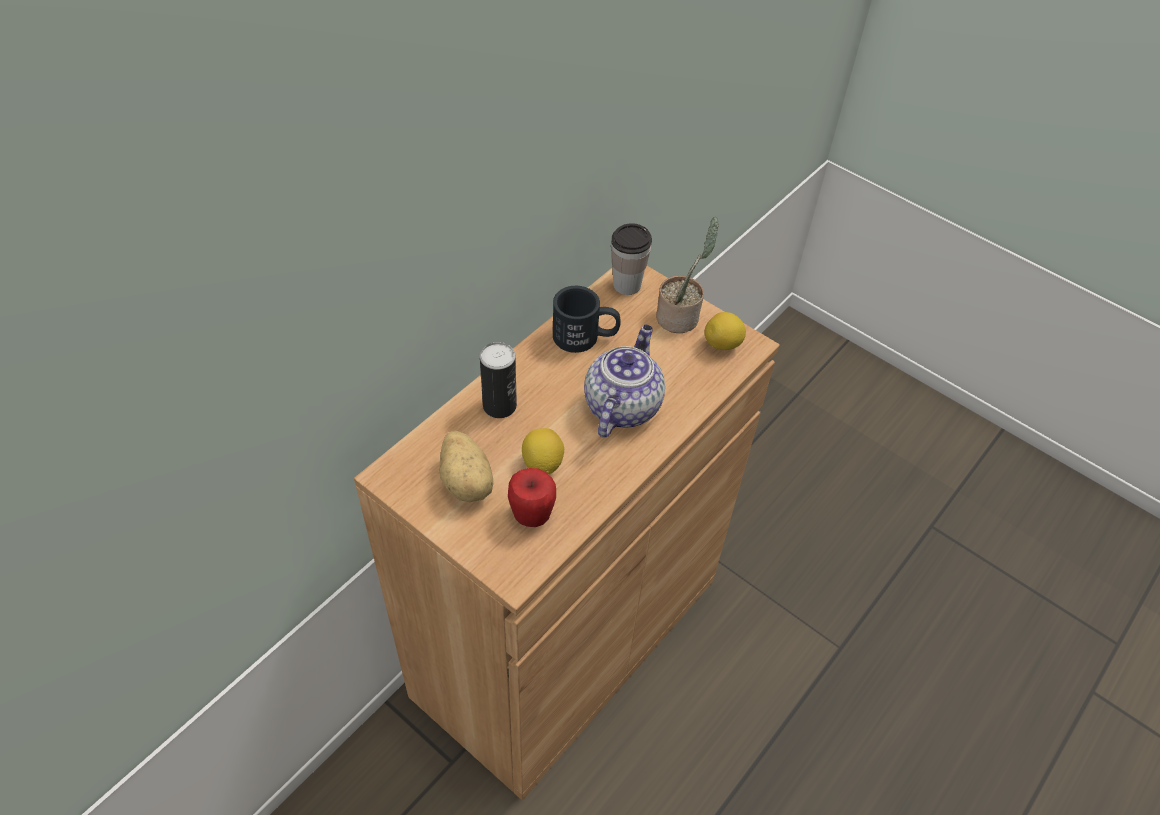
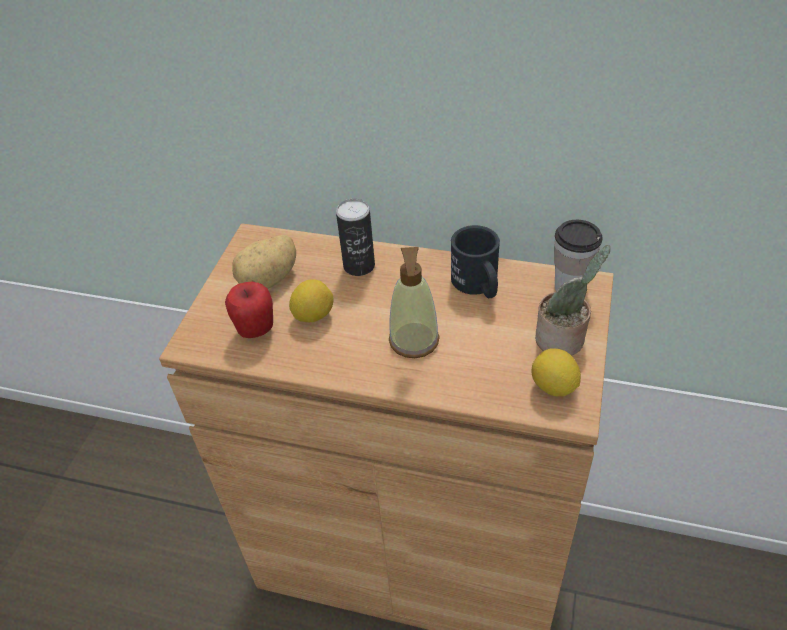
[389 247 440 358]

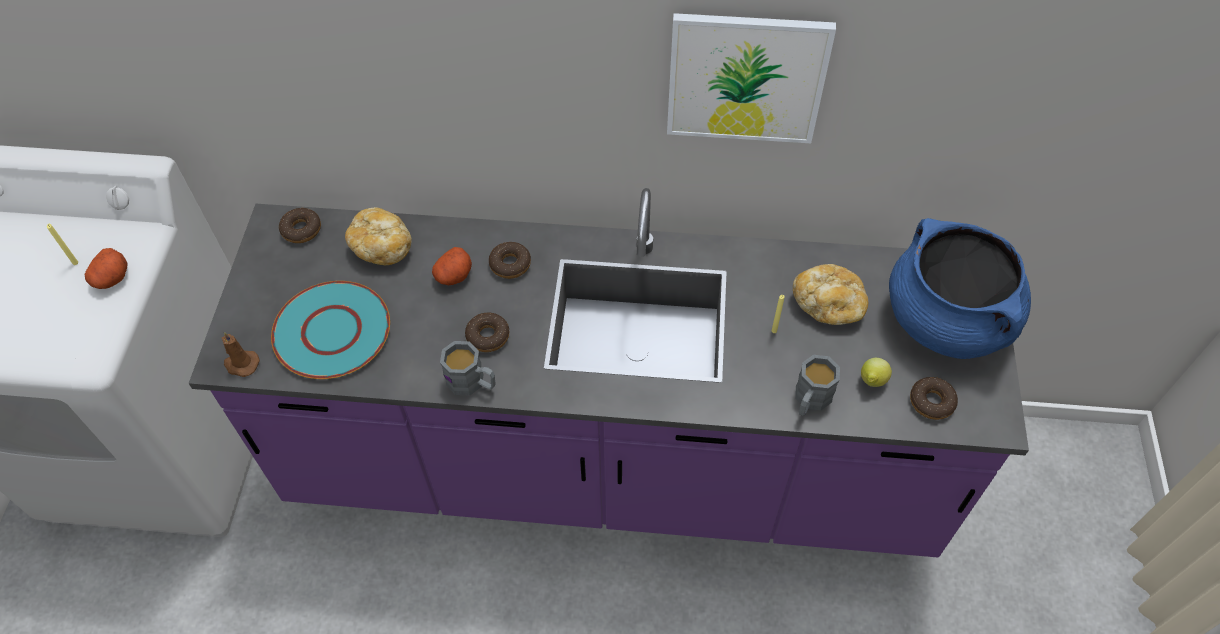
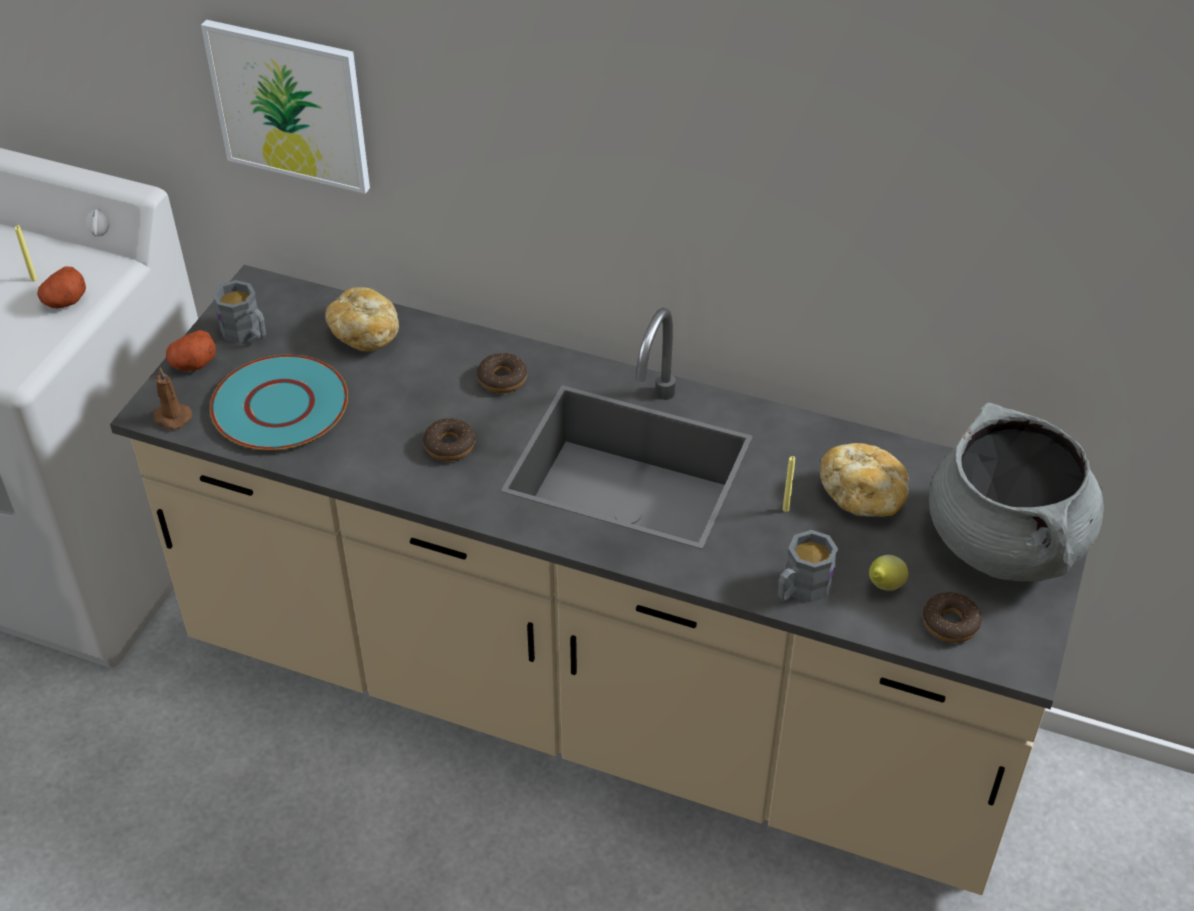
[110 265 1102 895]
[166 330 216 371]
[201 20 370 194]
[213 280 266 343]
[929 403 1104 581]
[279 208 321 243] (first image)

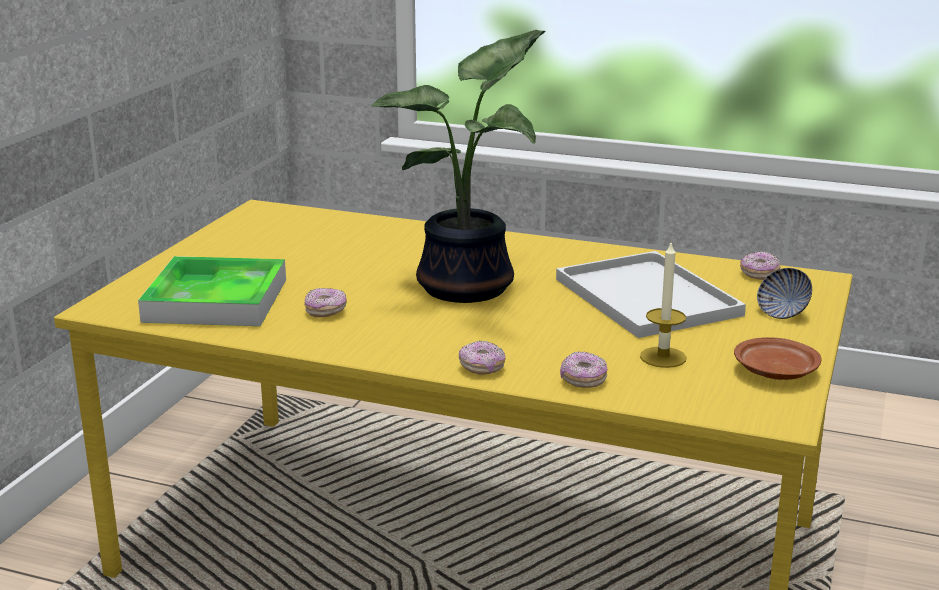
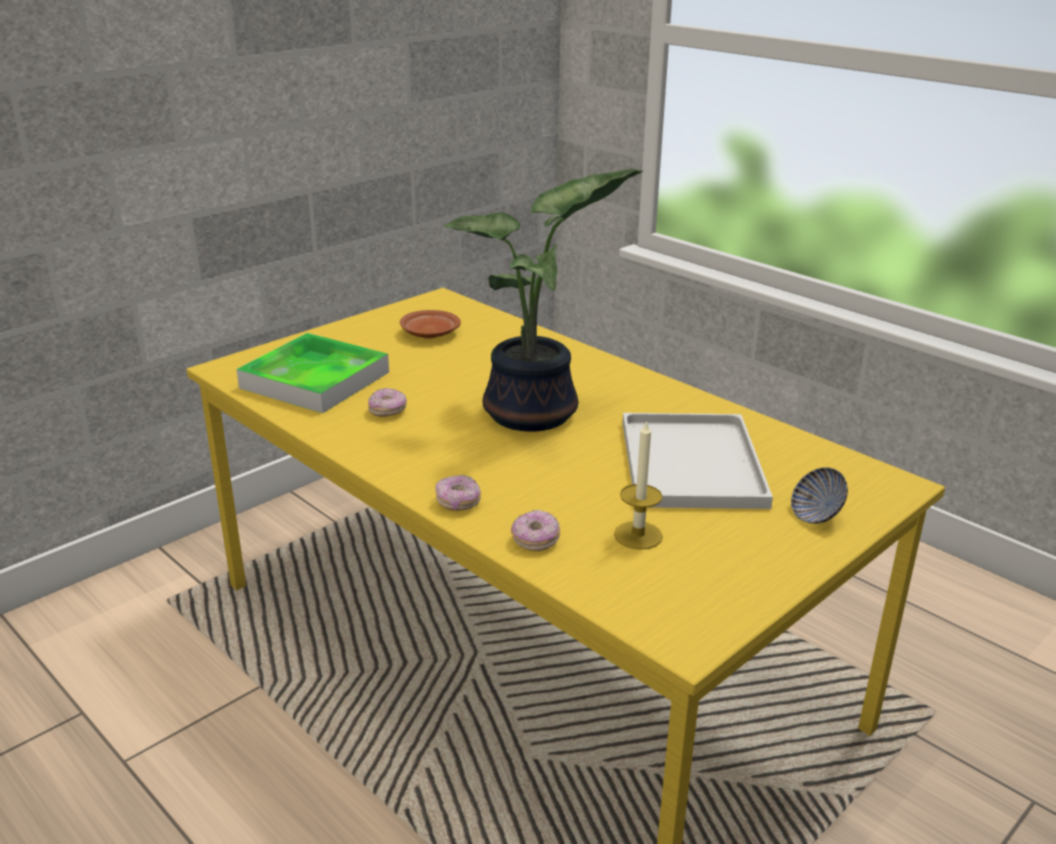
[400 310 461 339]
[740 252 781 280] (first image)

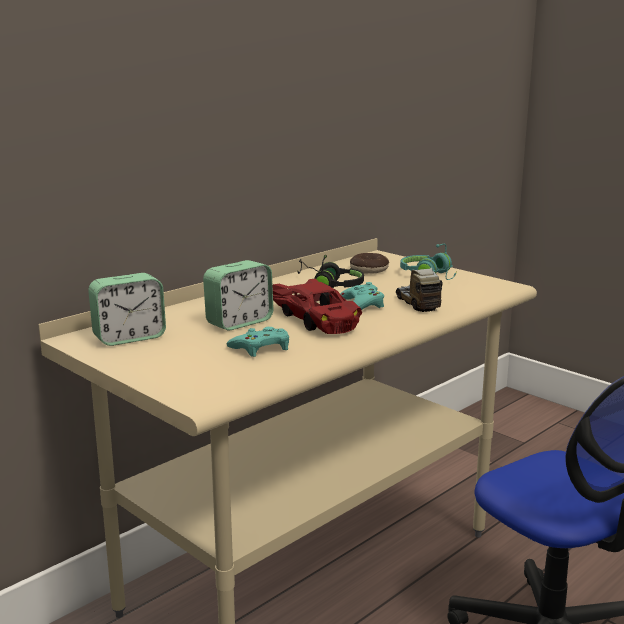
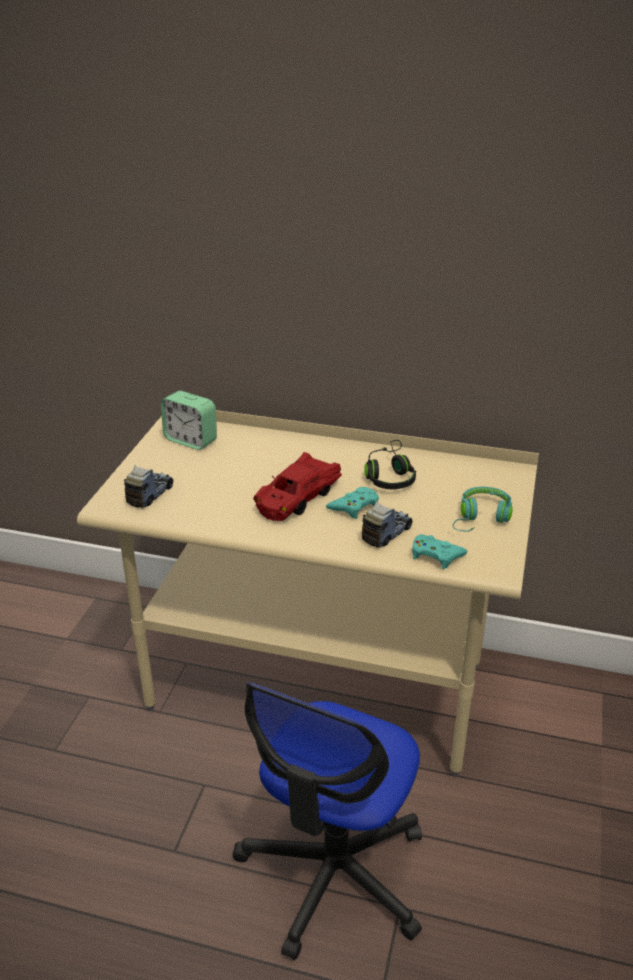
[124 465 173 508]
[412 534 467 569]
[203 260 273 330] (first image)
[350 253 389 274] (first image)

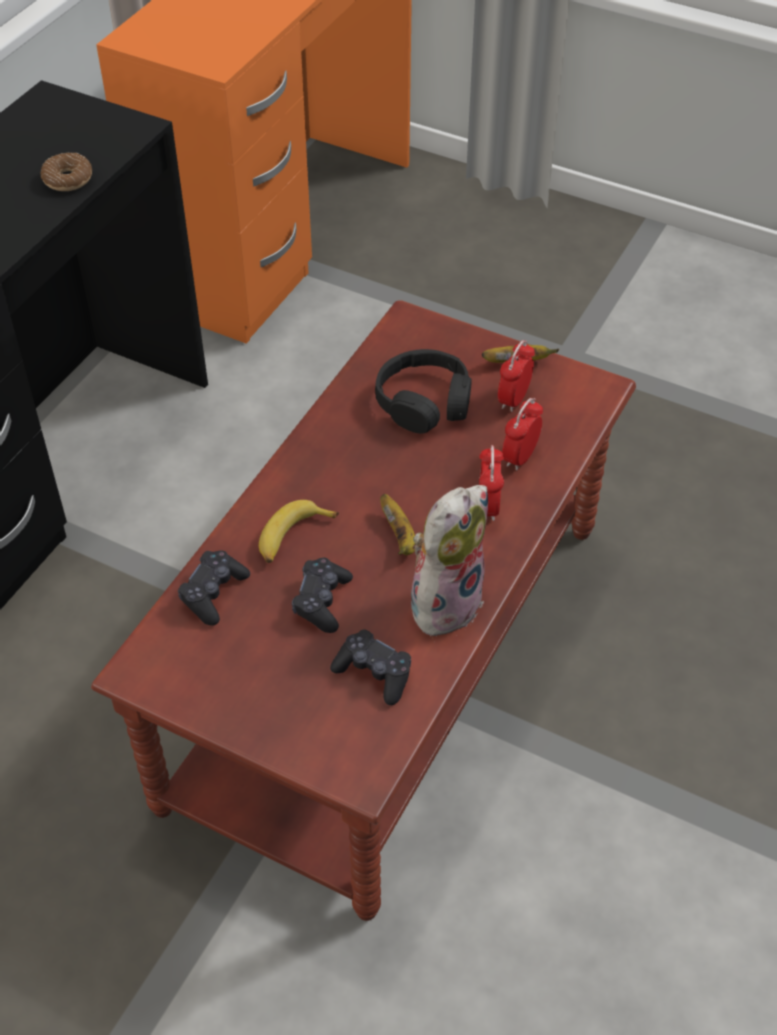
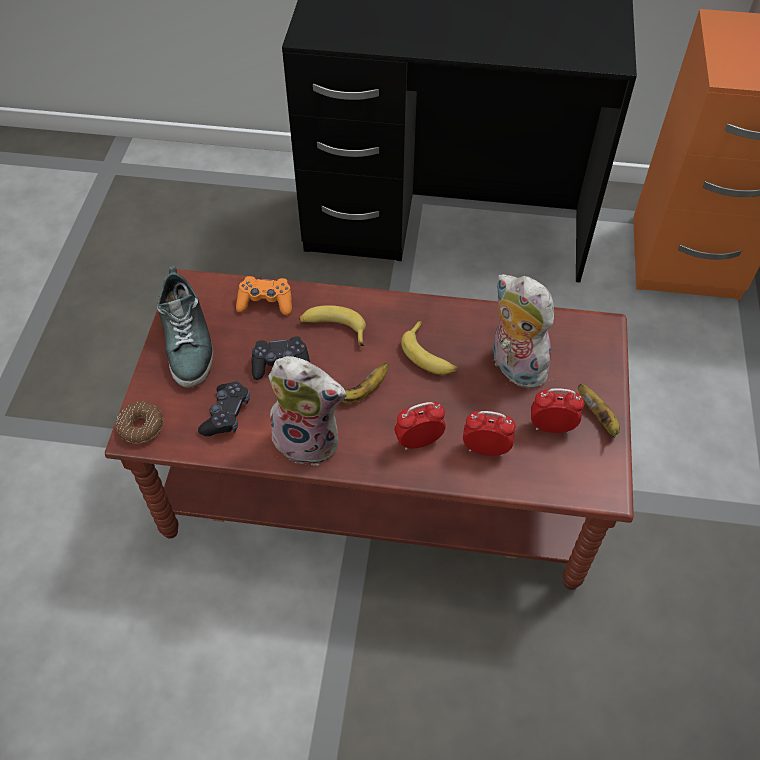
[116 402 163 444]
[157 266 213 388]
[236 276 292 315]
[401 320 457 375]
[492 274 555 389]

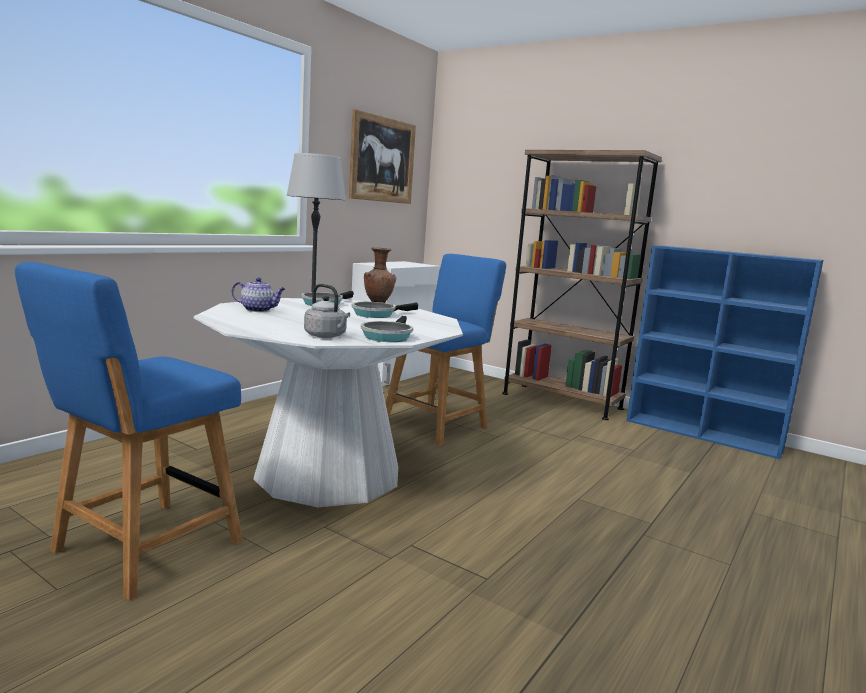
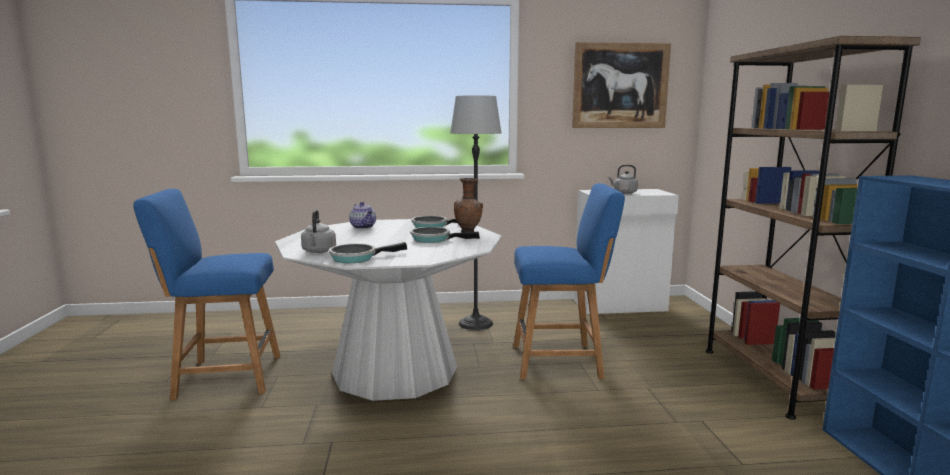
[608 165 638 194]

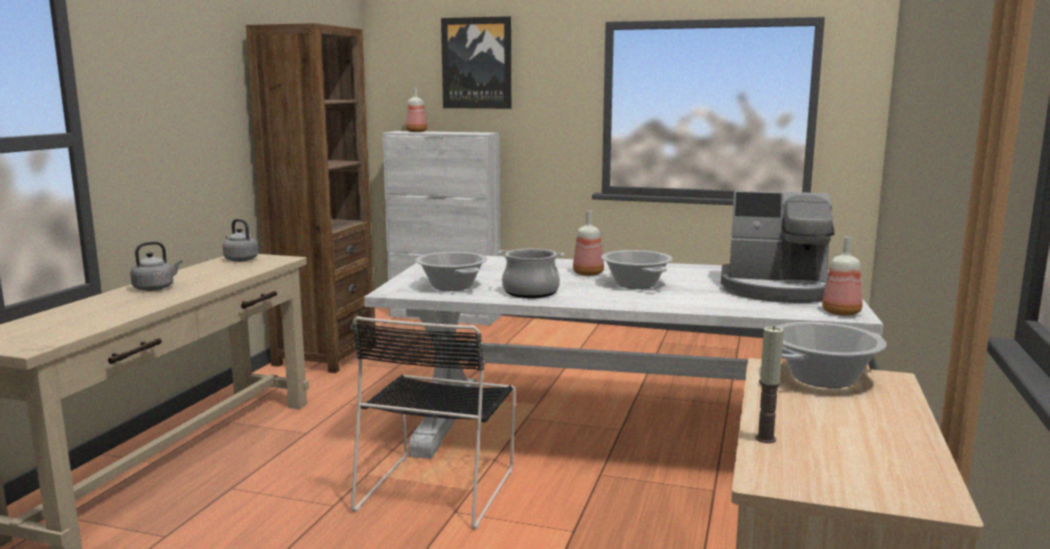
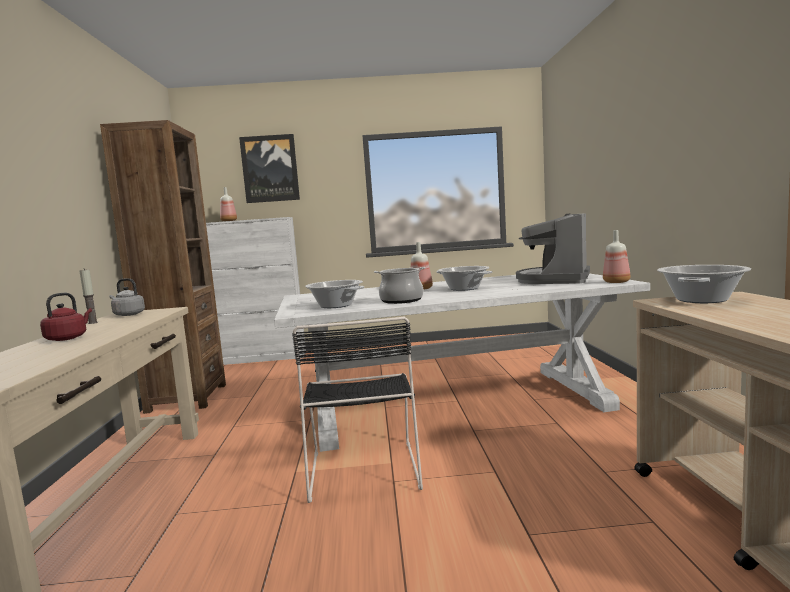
[40 293 92 341]
[79 269 98 324]
[516 213 590 284]

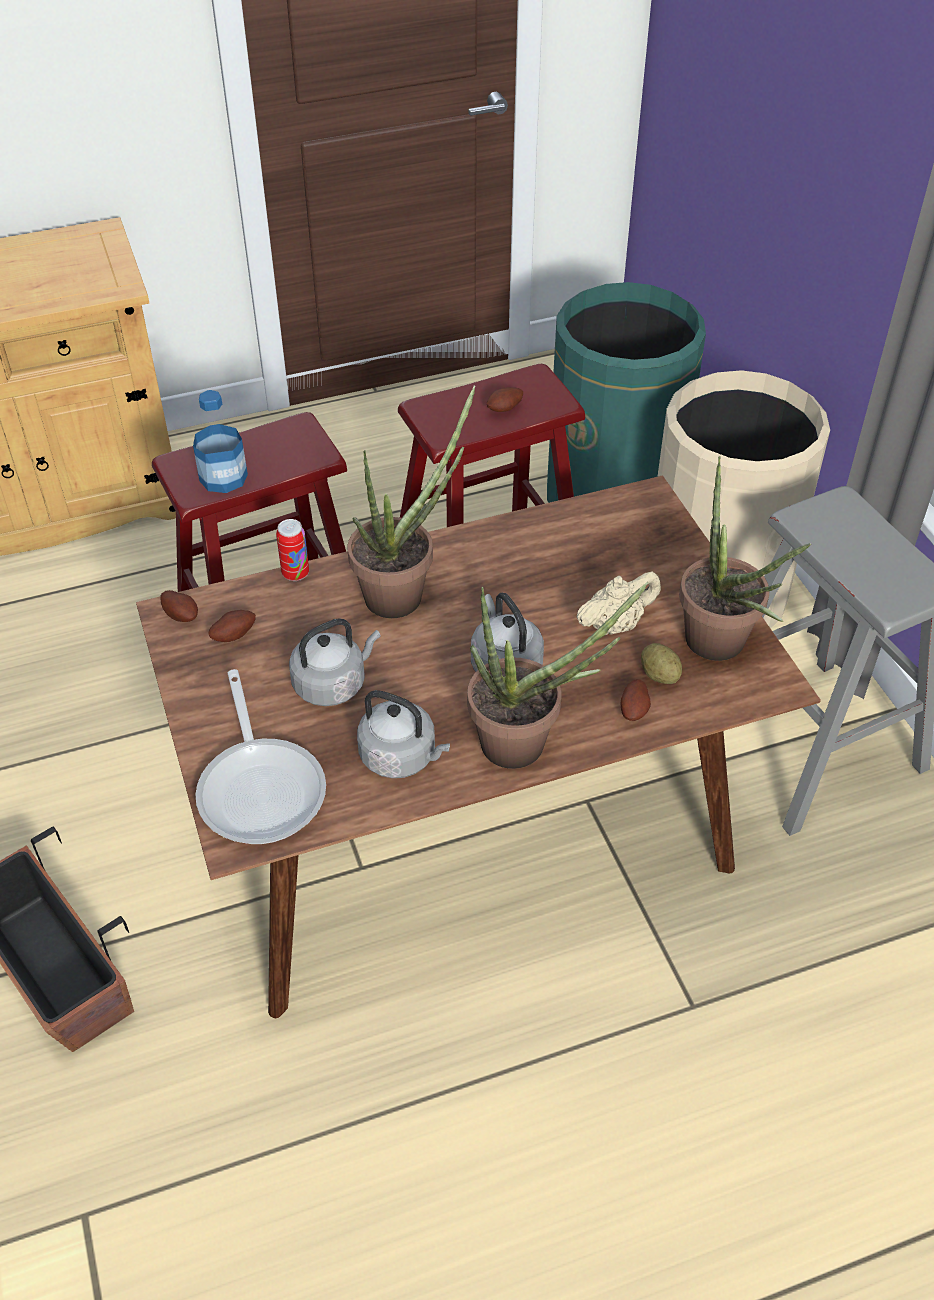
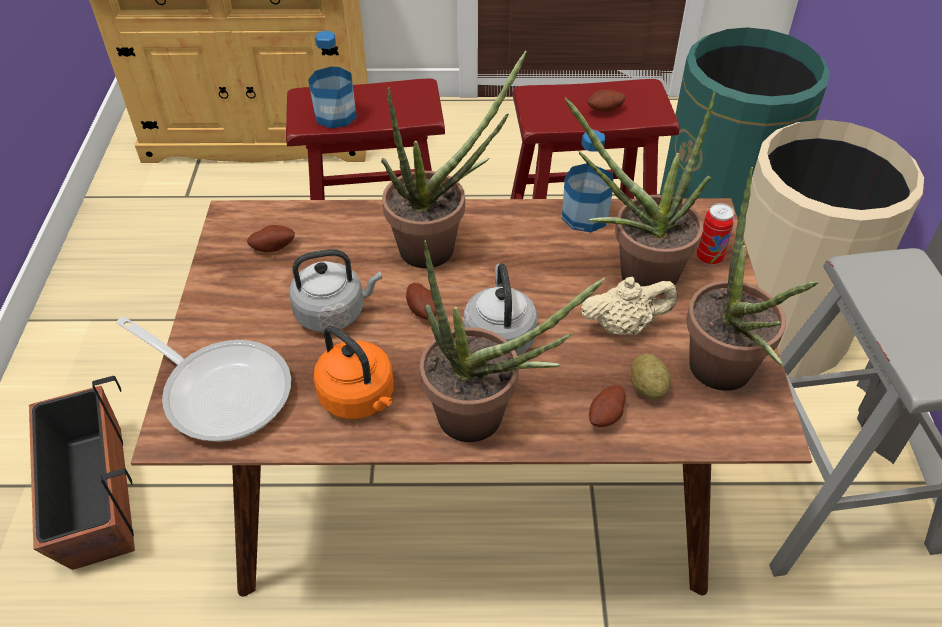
[116 316 291 442]
[313 325 394 419]
[406 283 436 319]
[562 130 613 232]
[565 91 715 295]
[696 203 735 265]

